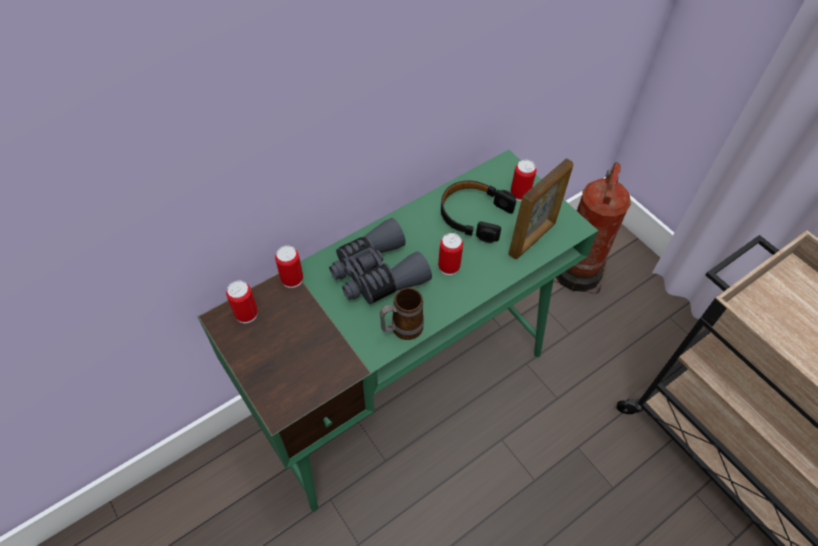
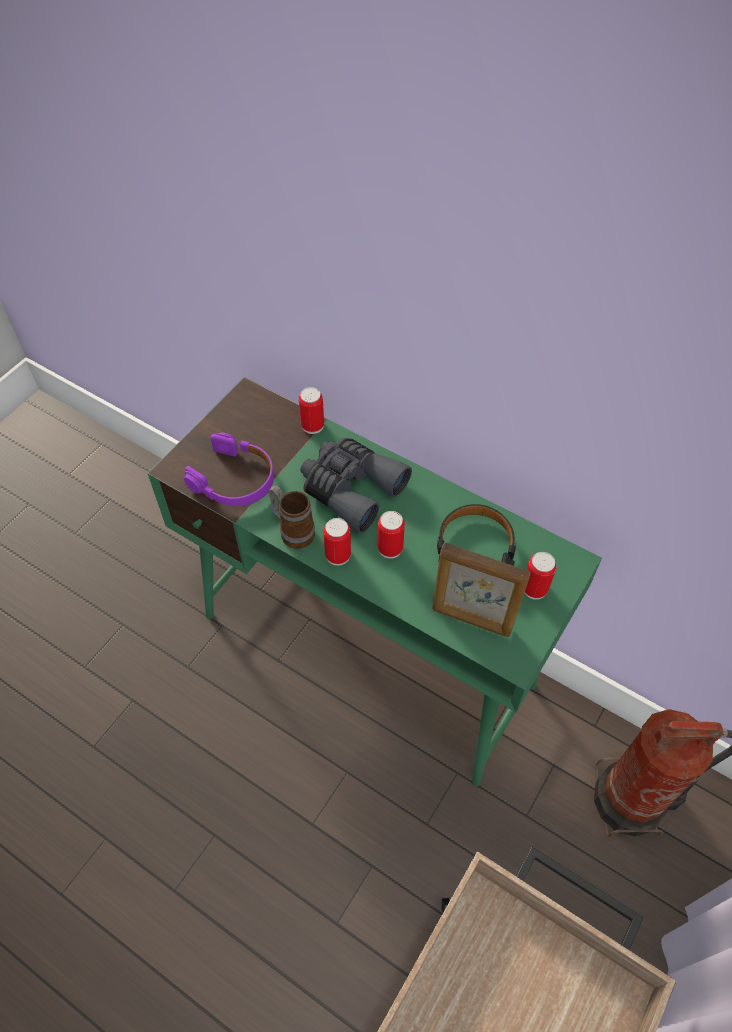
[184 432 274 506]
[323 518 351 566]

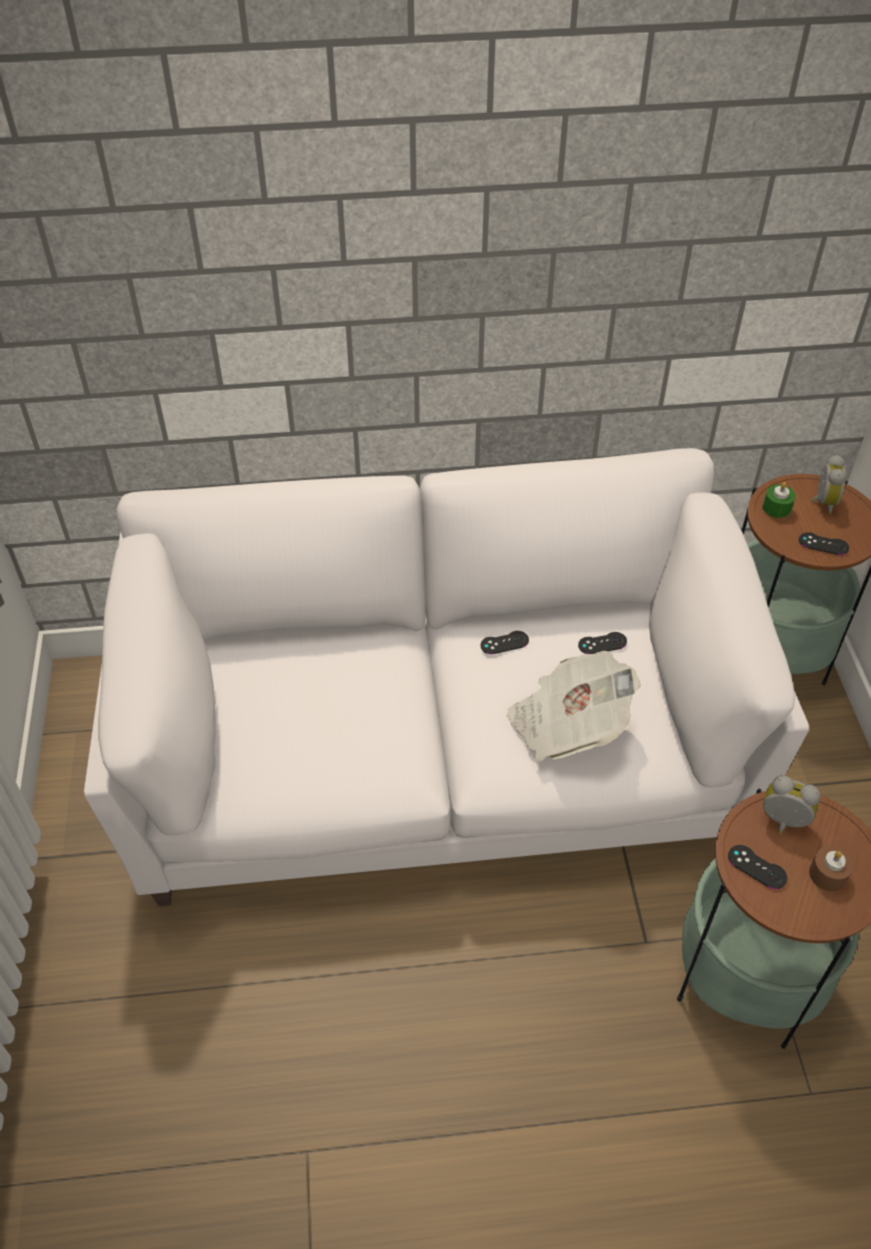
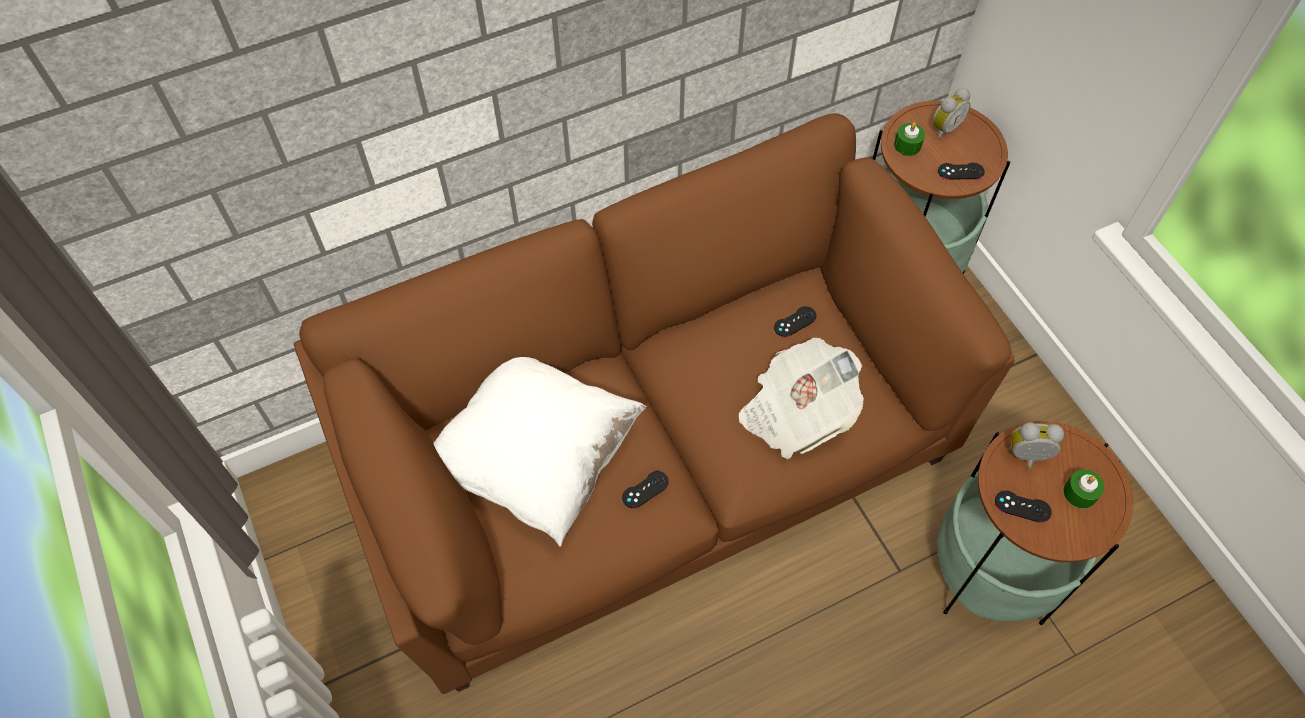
[294 113 1015 694]
[433 357 647 547]
[622 471 669 508]
[932 88 971 139]
[1064 469 1104 509]

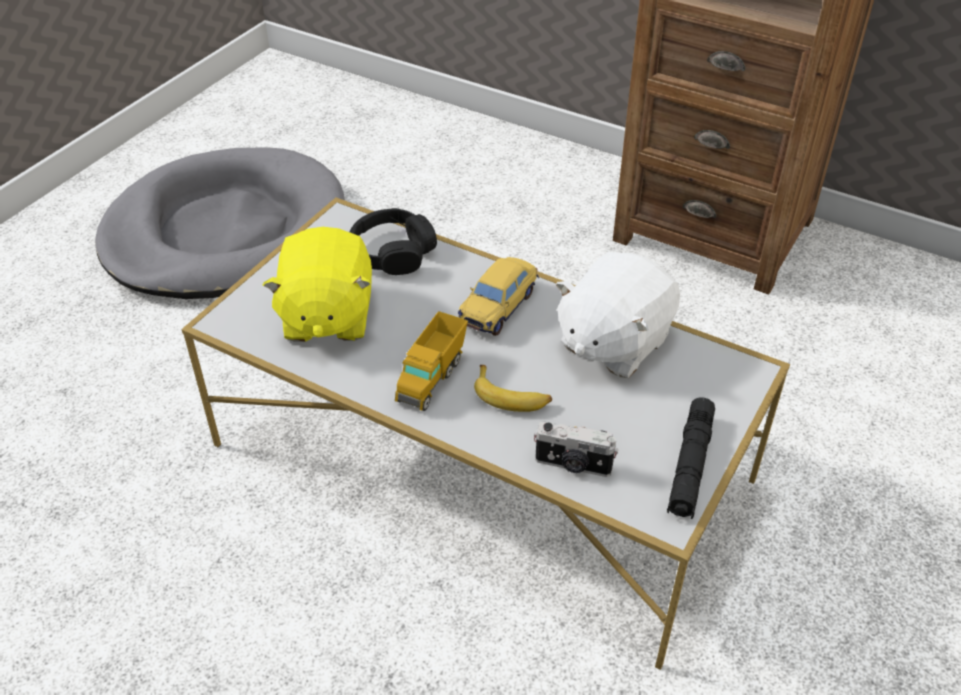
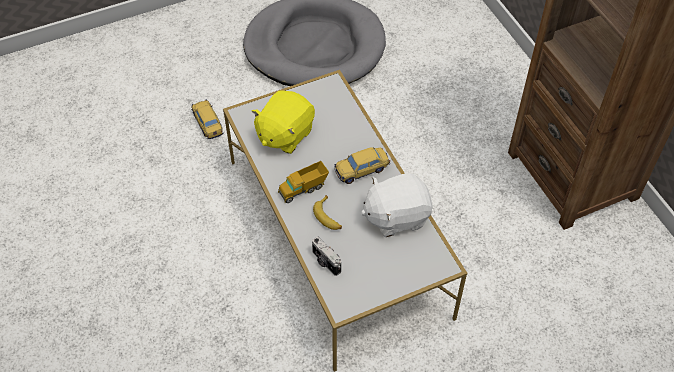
[191 100 224 139]
[350 208 437 275] (first image)
[667 398 715 519] (first image)

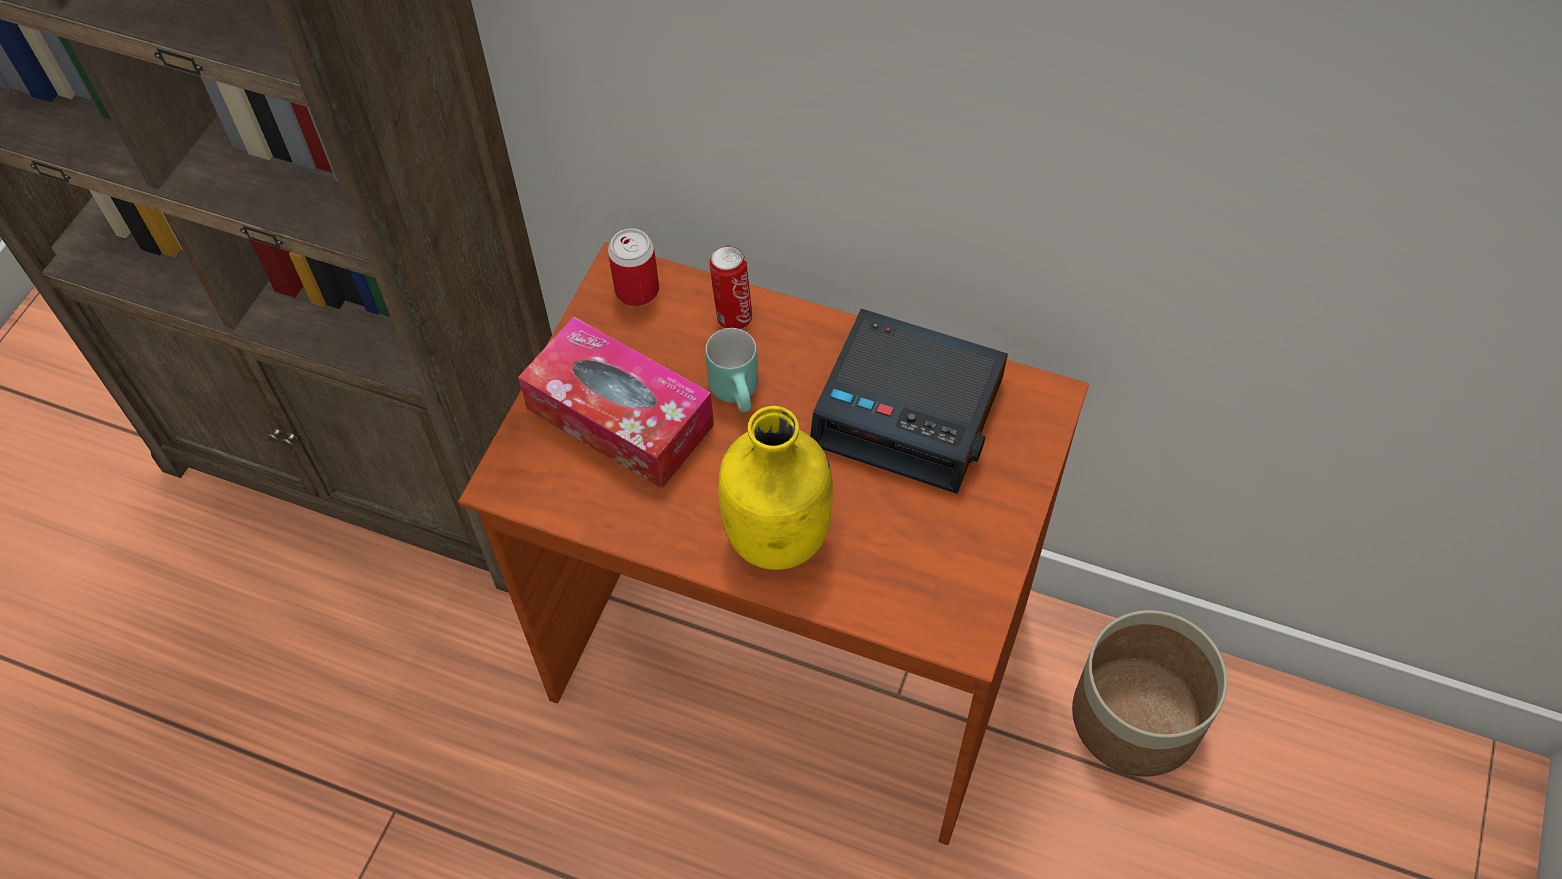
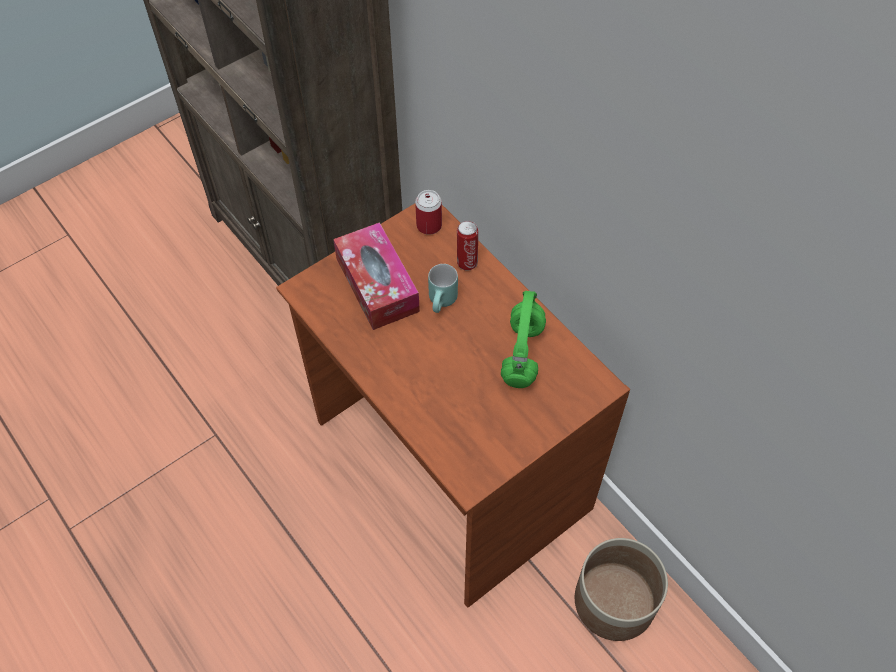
[501 291 546 388]
[718 406 833 570] (first image)

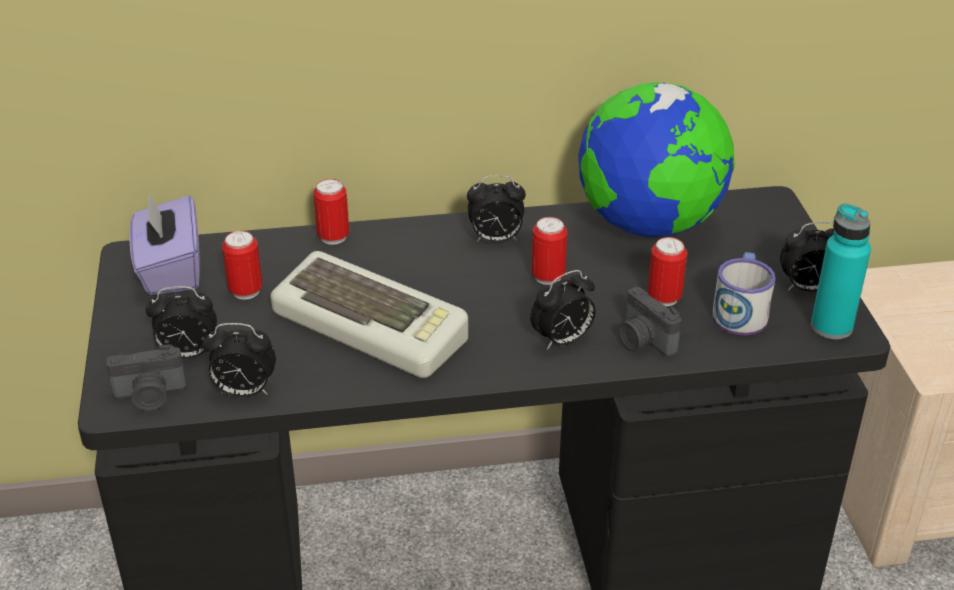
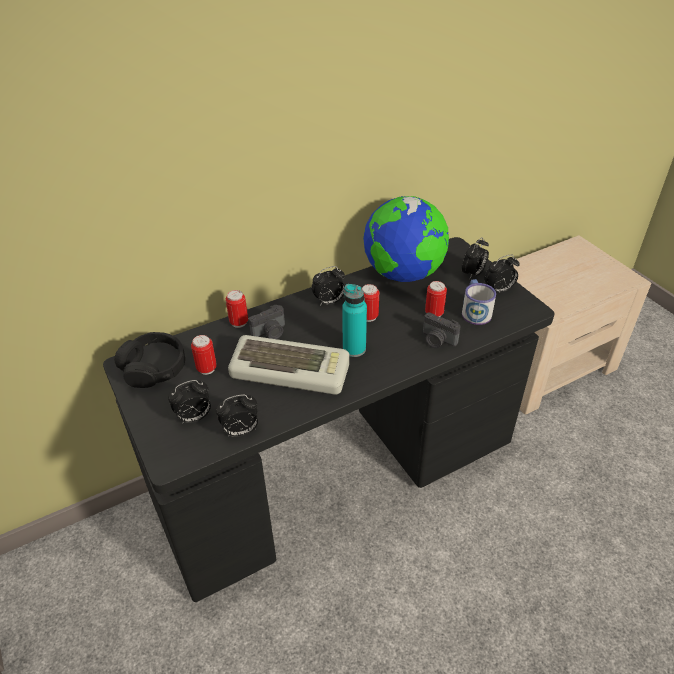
[114 332 185 388]
[249 305 285 339]
[342 284 367 357]
[462 237 489 279]

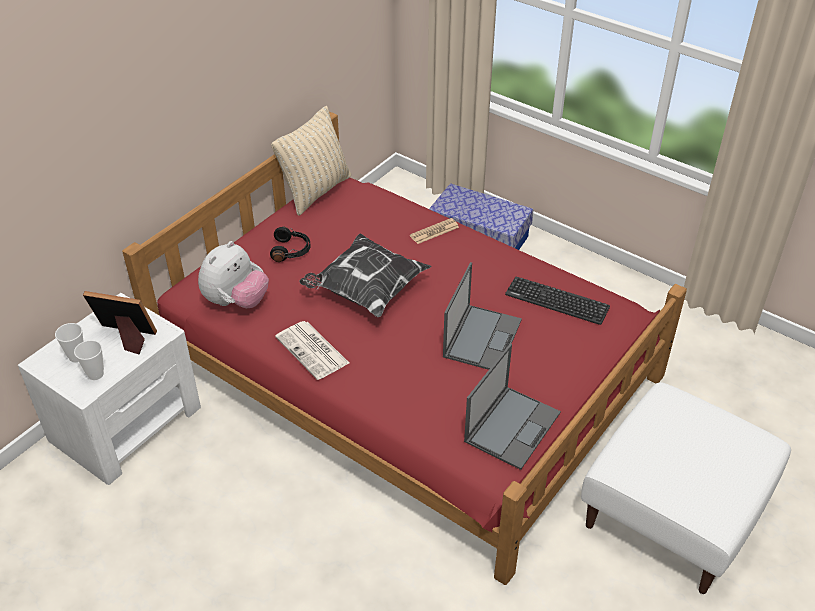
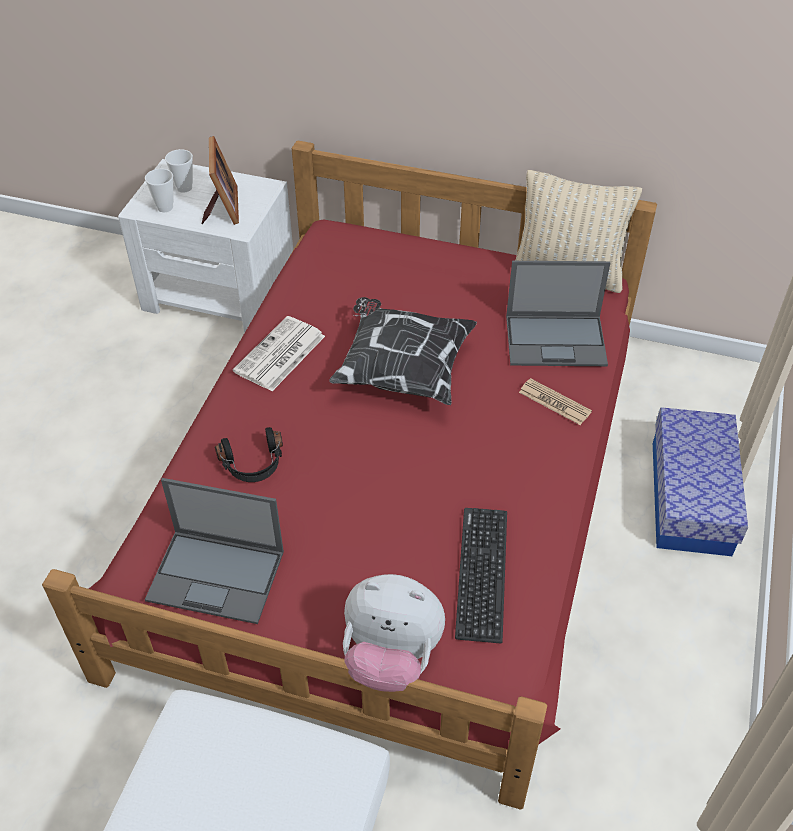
[215 427 283 482]
[343 574 445 692]
[506 261 610 366]

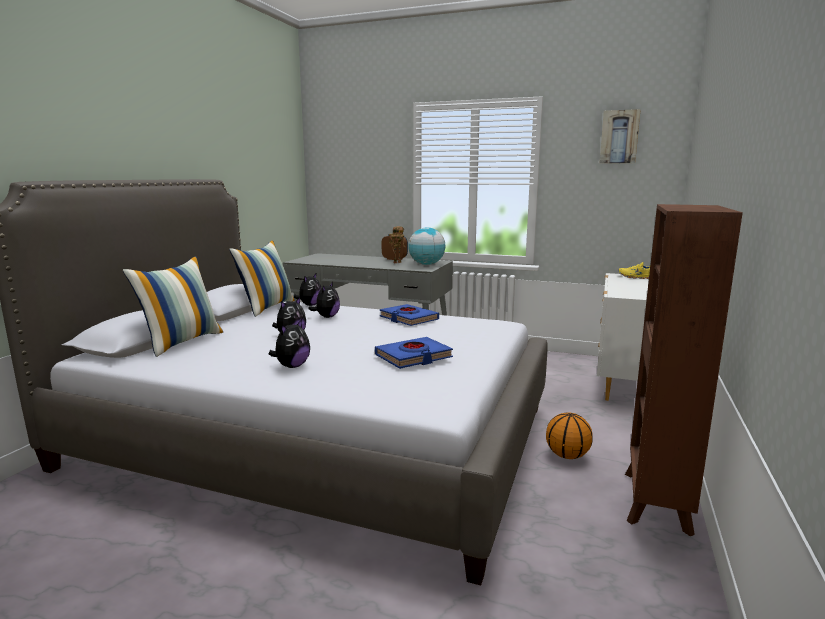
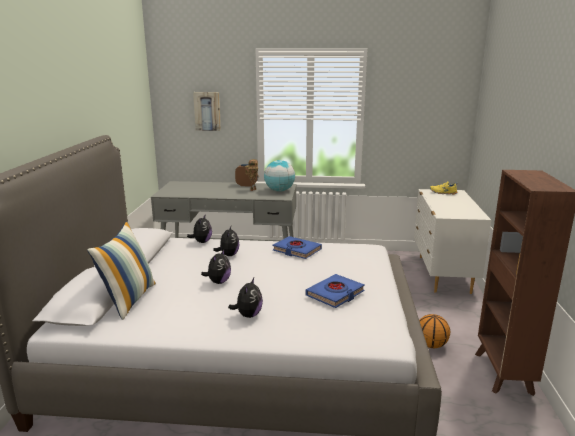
[193 92 221 131]
[229 240 295 317] (first image)

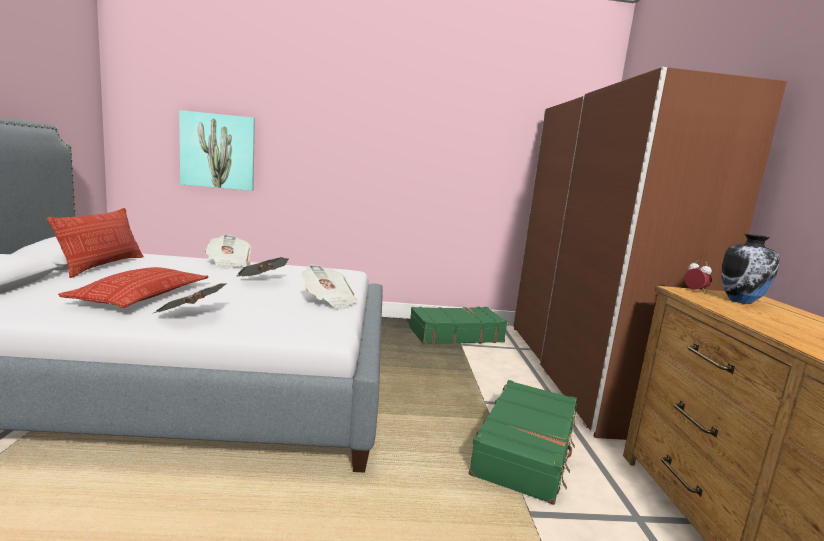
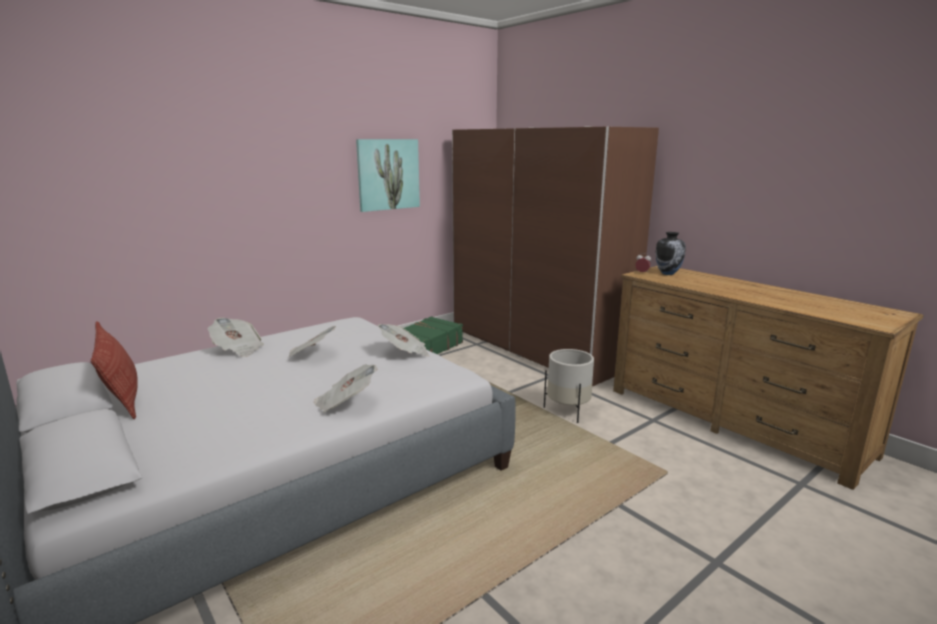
[356 139 420 212]
[544 349 594 423]
[58 267 208 308] (first image)

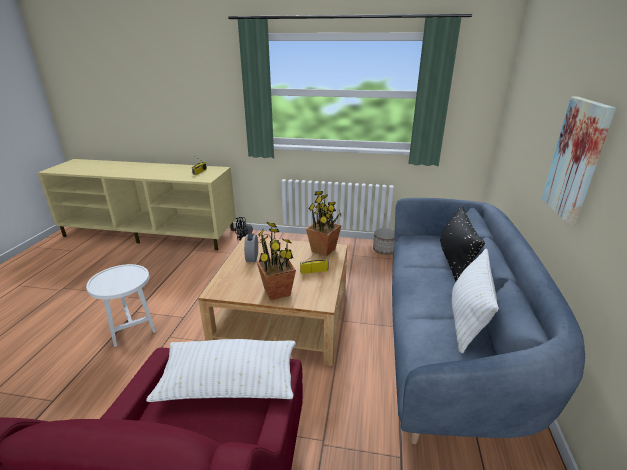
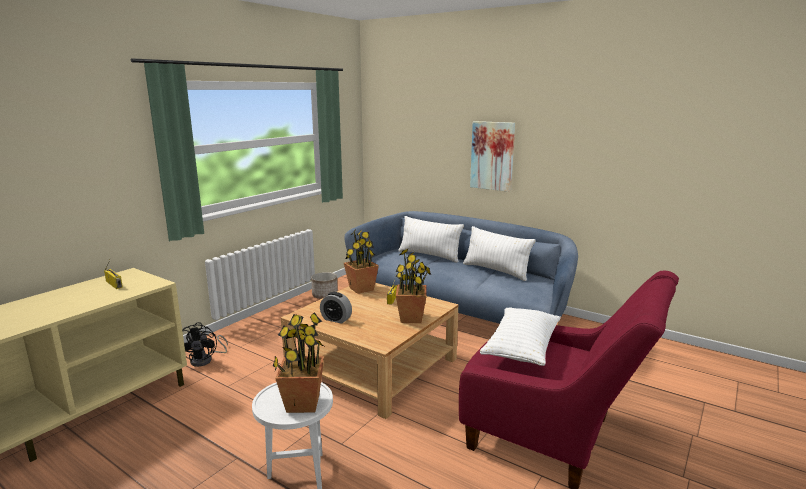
[273 312 324 413]
[398 216 464 263]

